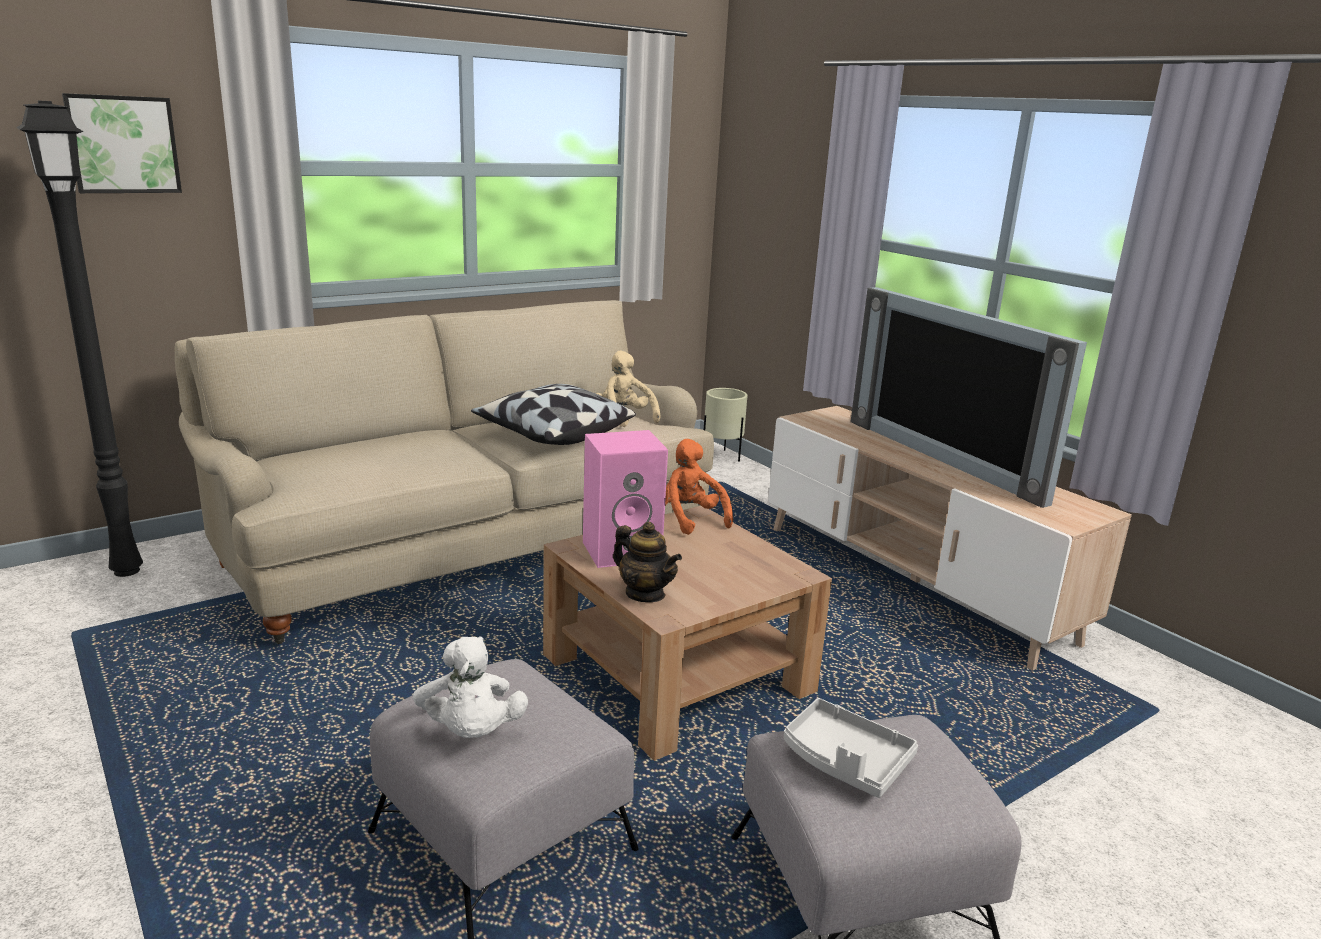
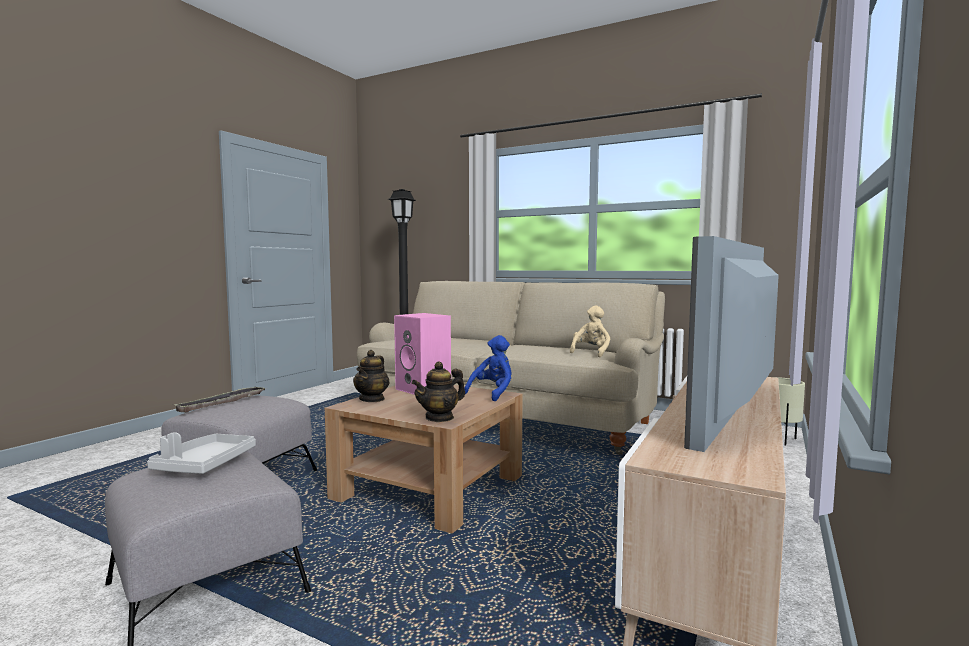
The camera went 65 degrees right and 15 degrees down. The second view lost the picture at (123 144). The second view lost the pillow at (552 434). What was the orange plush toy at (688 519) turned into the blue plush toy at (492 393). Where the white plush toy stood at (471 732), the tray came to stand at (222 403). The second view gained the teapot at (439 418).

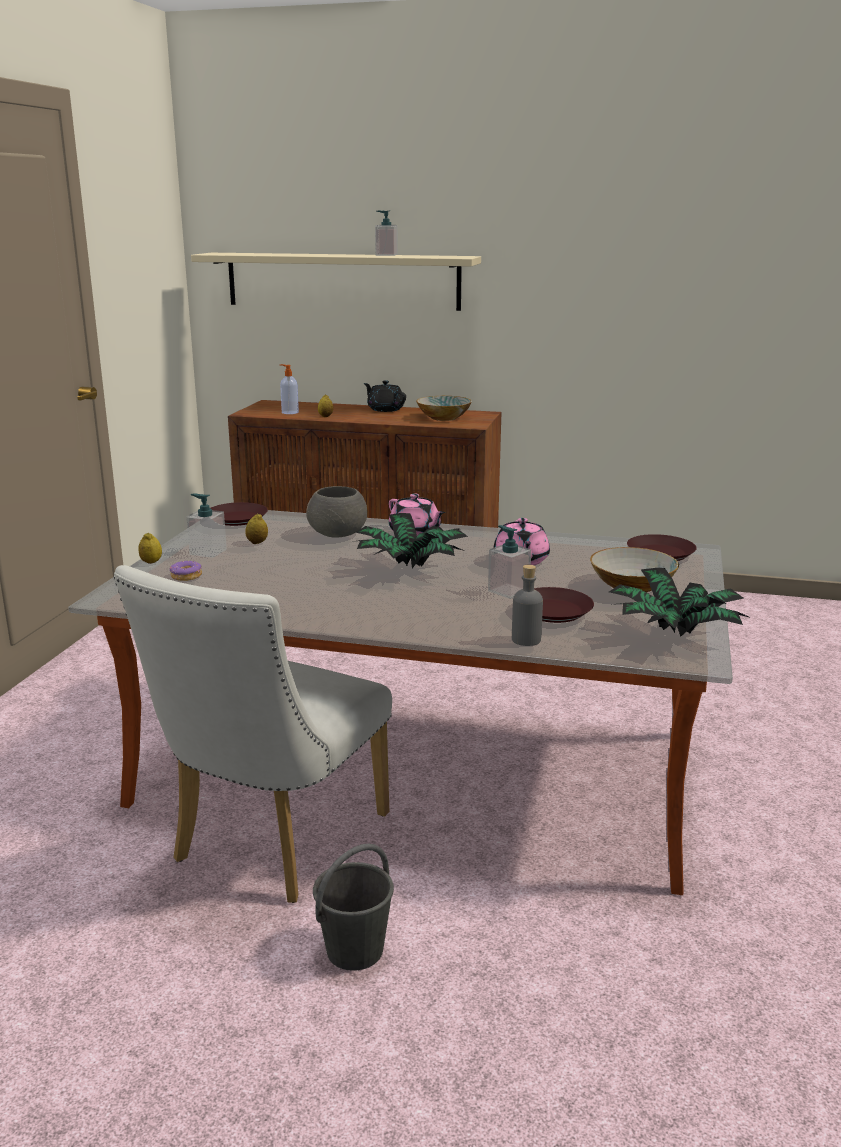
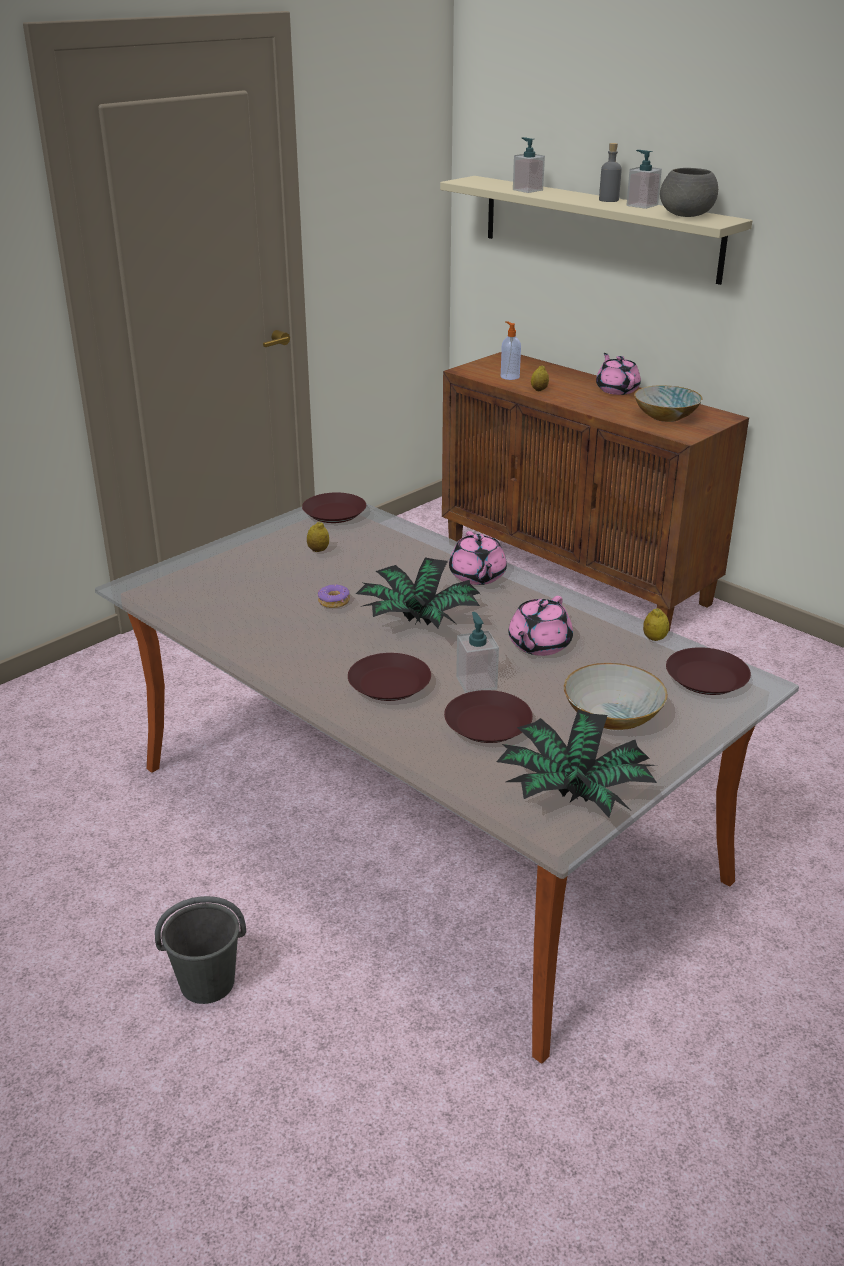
The camera went 30 degrees right and 10 degrees up. What was the black teapot at (385 409) turned into the pink teapot at (617 389). The grey bowl ended up elsewhere, having gone from (338 534) to (687 215). The soap dispenser ended up elsewhere, having gone from (208 552) to (527 190). The lemon ended up elsewhere, having gone from (151 562) to (654 638). The donut ended up elsewhere, having gone from (186 576) to (334 602). The second view lost the white chair at (271 845). The grey bottle ended up elsewhere, having gone from (526 640) to (608 200). The second view gained the brown plate at (390 684).

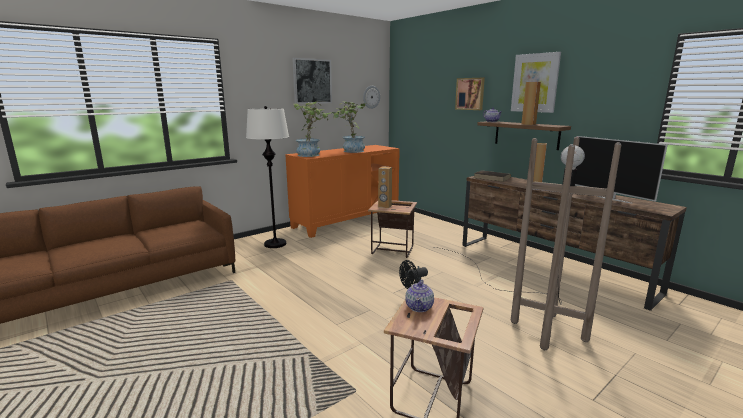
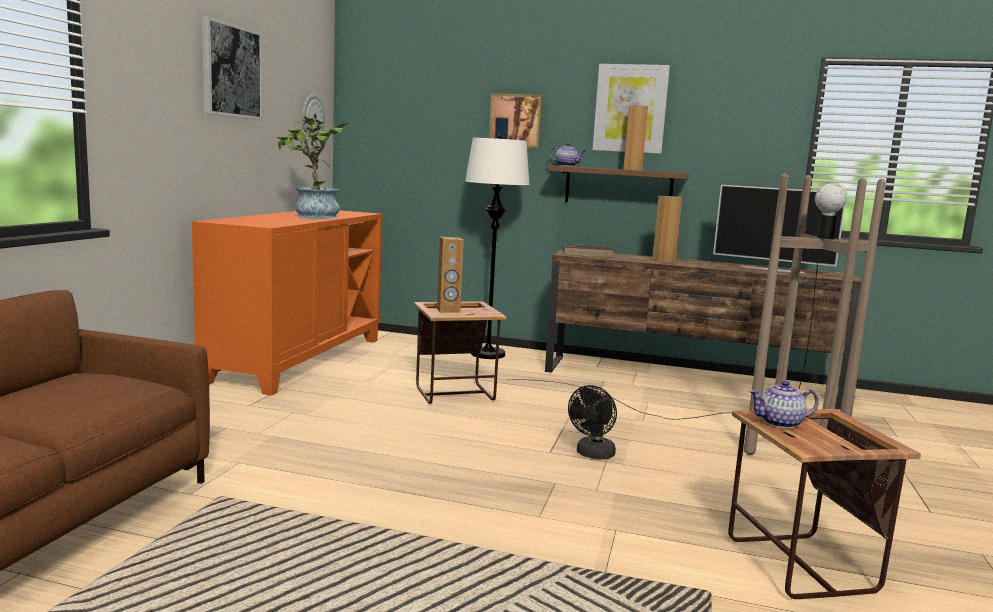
The camera went 35 degrees left and 5 degrees down. The second view lost the potted plant at (312 154). The white floor lamp ended up elsewhere, having gone from (275 244) to (488 354). The teapot at (419 307) ended up facing another way, 105 degrees clockwise from before.

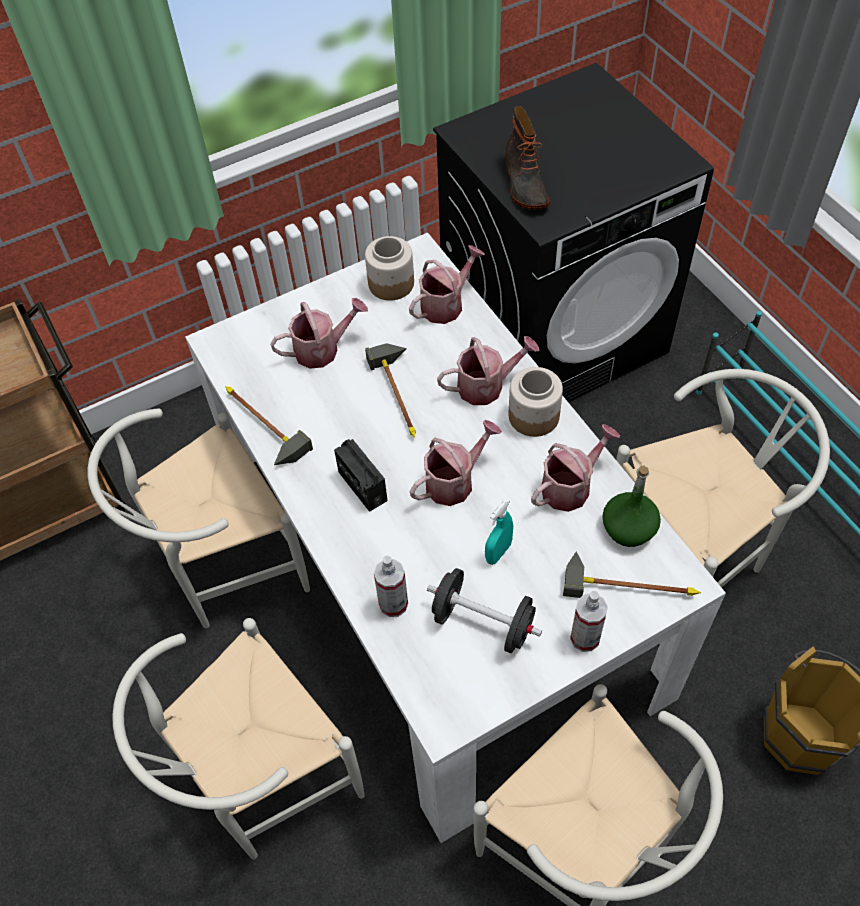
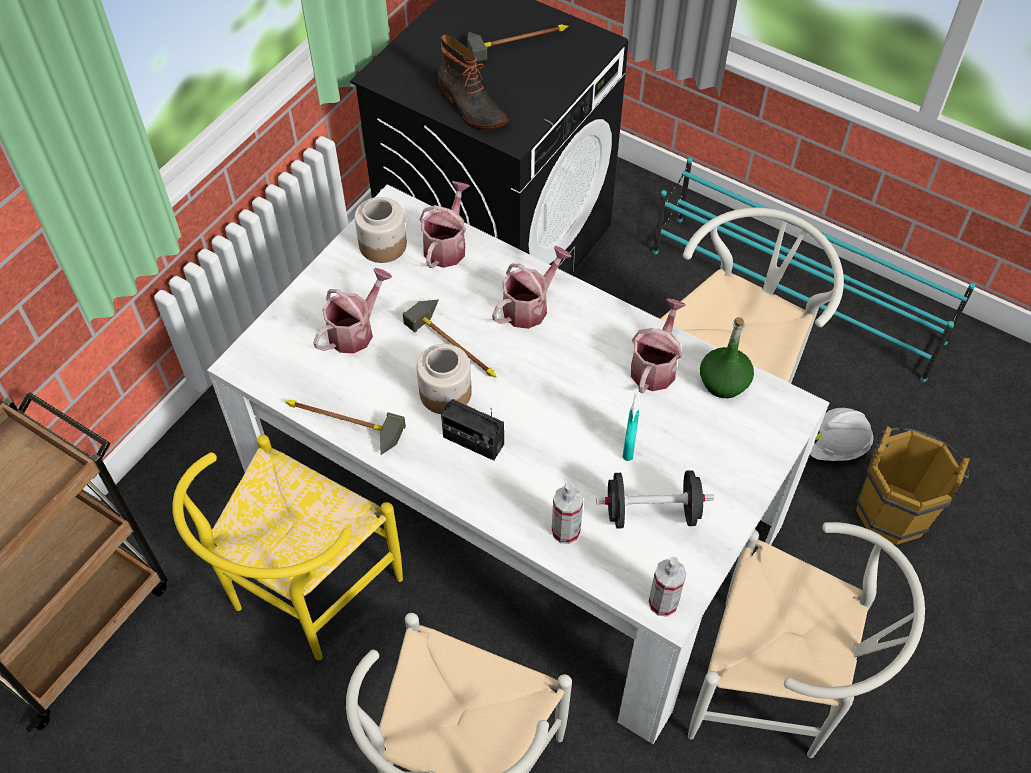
The camera went 30 degrees left and 0 degrees up. The jar ended up elsewhere, having gone from (533 416) to (445 393). What was the white chair at (223 569) turned into the yellow chair at (304 597). The second view lost the watering can at (455 481). The hammer ended up elsewhere, having gone from (631 582) to (517 39). The spray bottle ended up elsewhere, having gone from (585 638) to (663 602). The second view gained the white hard hat at (834 445).

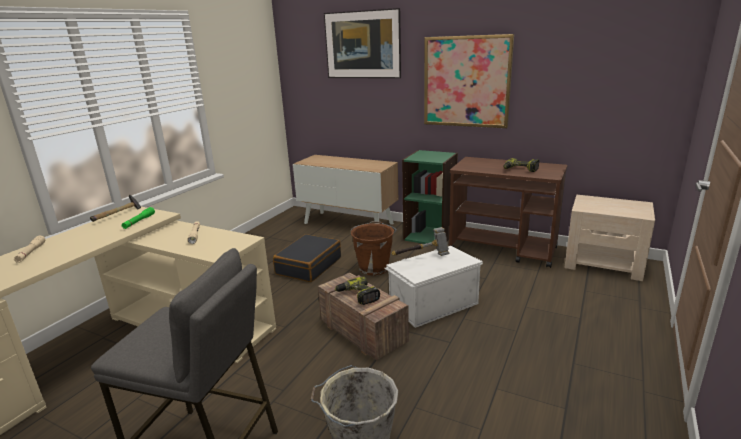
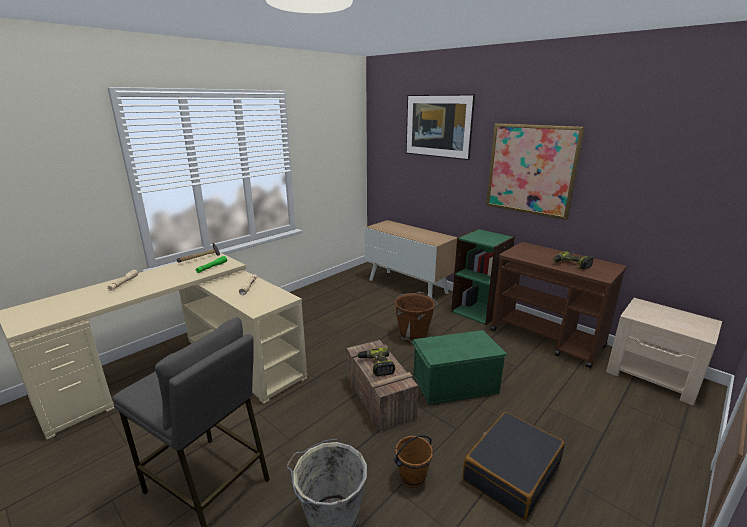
The camera went 15 degrees right and 0 degrees up. The second view lost the hammer at (422 256). The black suitcase ended up elsewhere, having gone from (308 266) to (511 471). What was the white storage box at (432 304) turned into the green storage box at (454 383). The second view gained the brown bucket at (412 477).

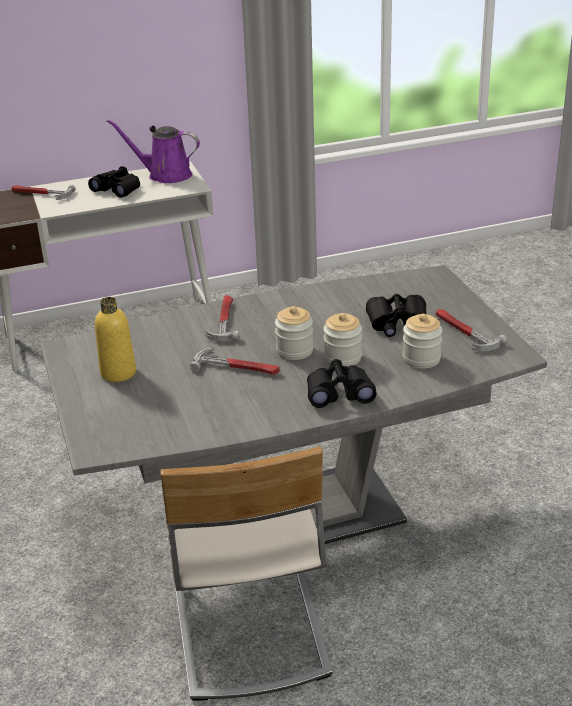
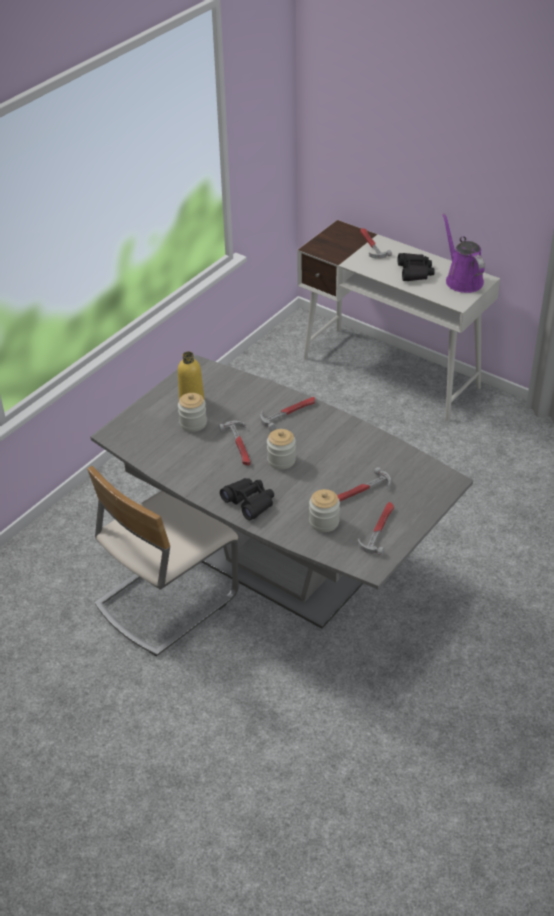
The camera went 55 degrees right and 10 degrees up. Where the black binoculars stood at (397 323), the hammer came to stand at (360 491). The jar ended up elsewhere, having gone from (342 358) to (193 423).

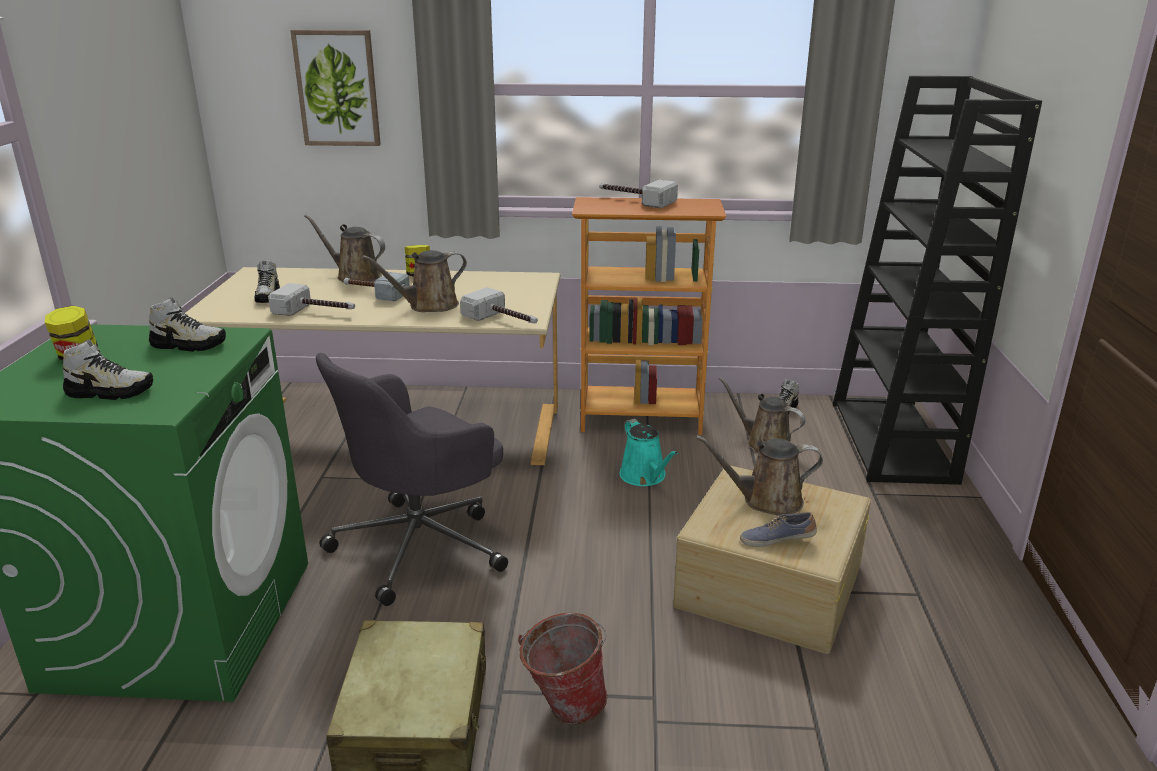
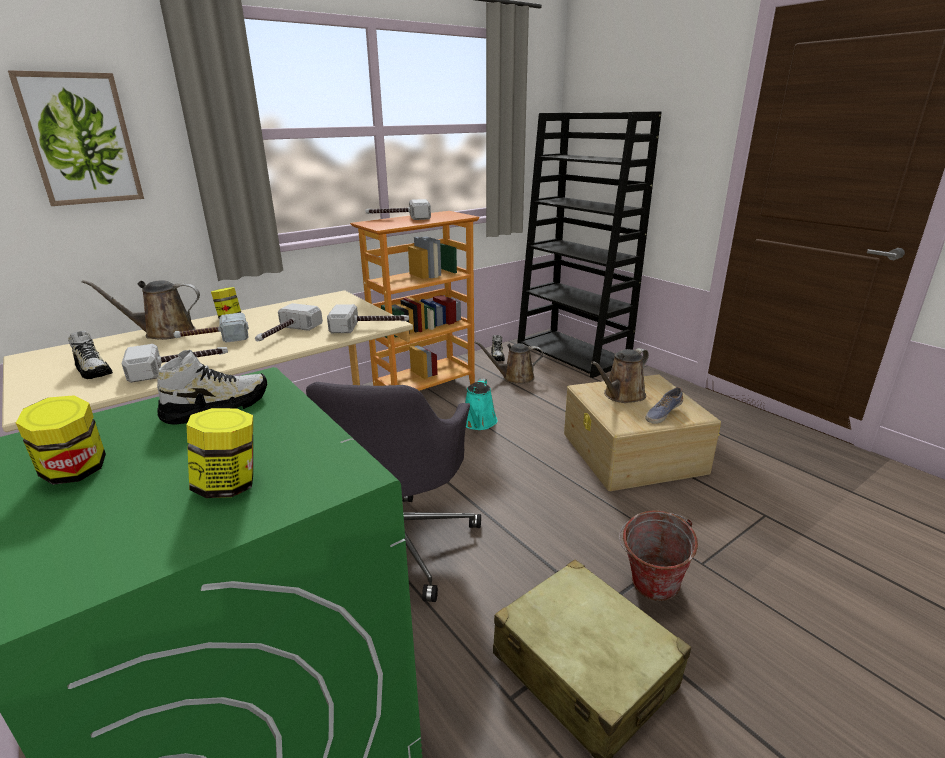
The camera went 40 degrees left and 0 degrees up. Where the brown watering can stood at (429 306), the hammer came to stand at (285 334). Where the shoe stood at (110 392), the jar came to stand at (229 485). The turquoise watering can at (645 476) ended up facing another way, 75 degrees clockwise from before.

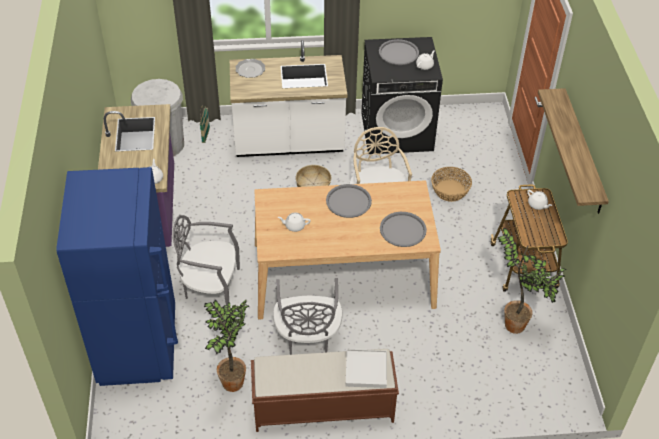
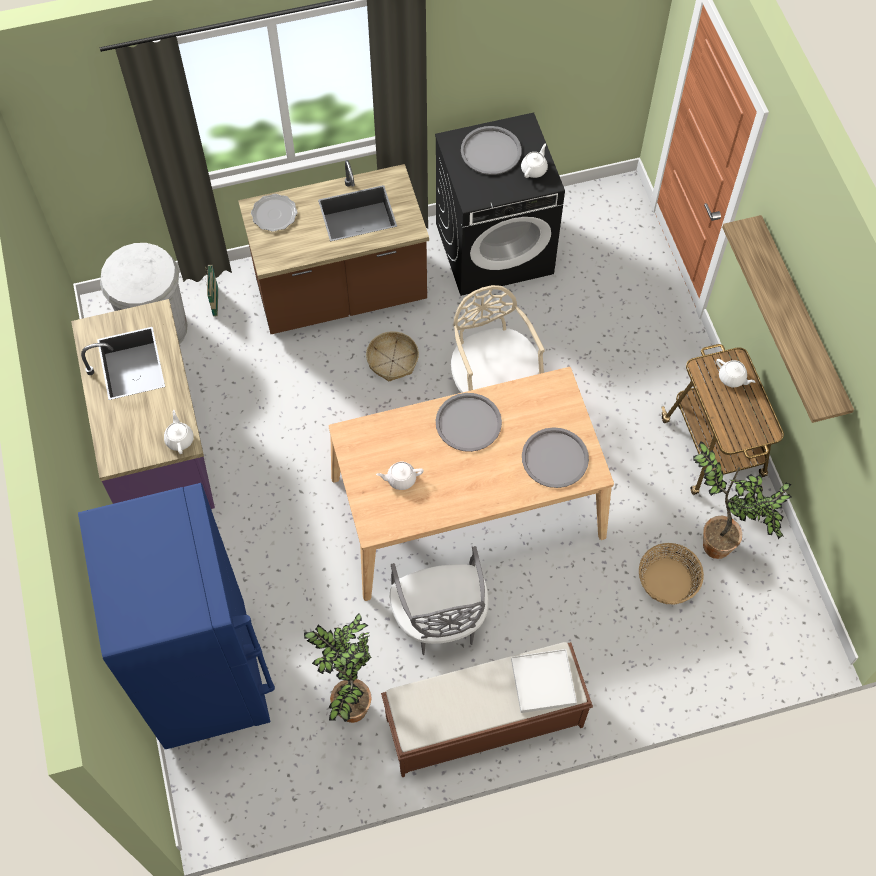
The camera went 10 degrees left and 15 degrees up. What was the white counter at (289 142) turned into the brown counter at (341 294). The basket ended up elsewhere, having gone from (450 190) to (667 580). The second view lost the grey chair at (211 287).

